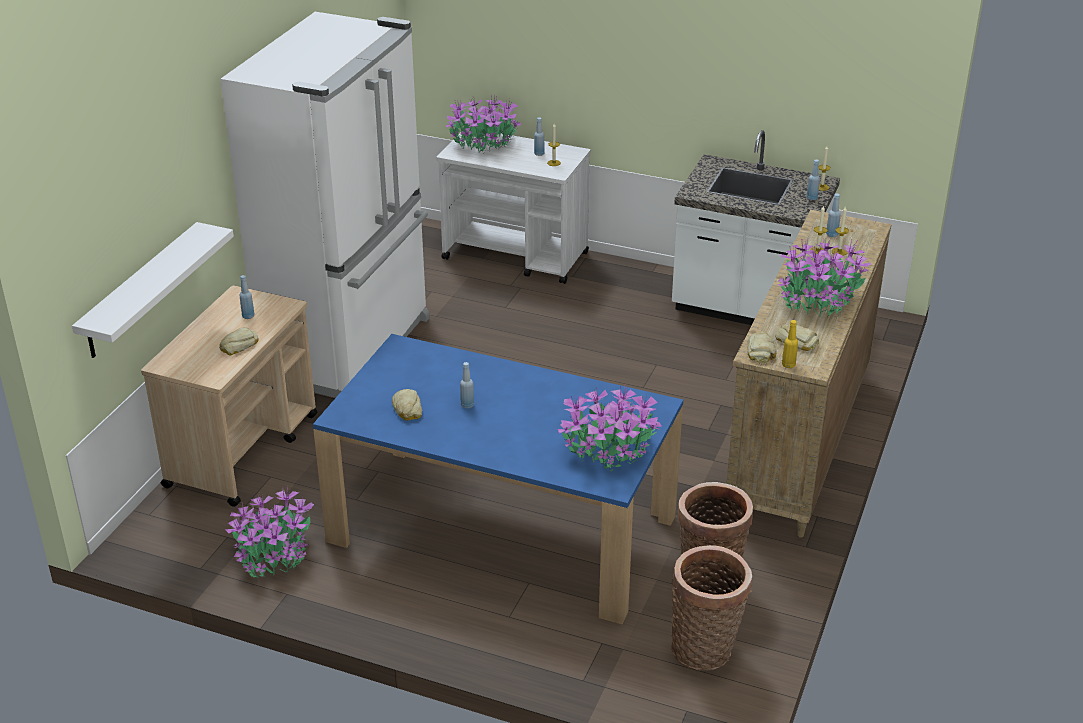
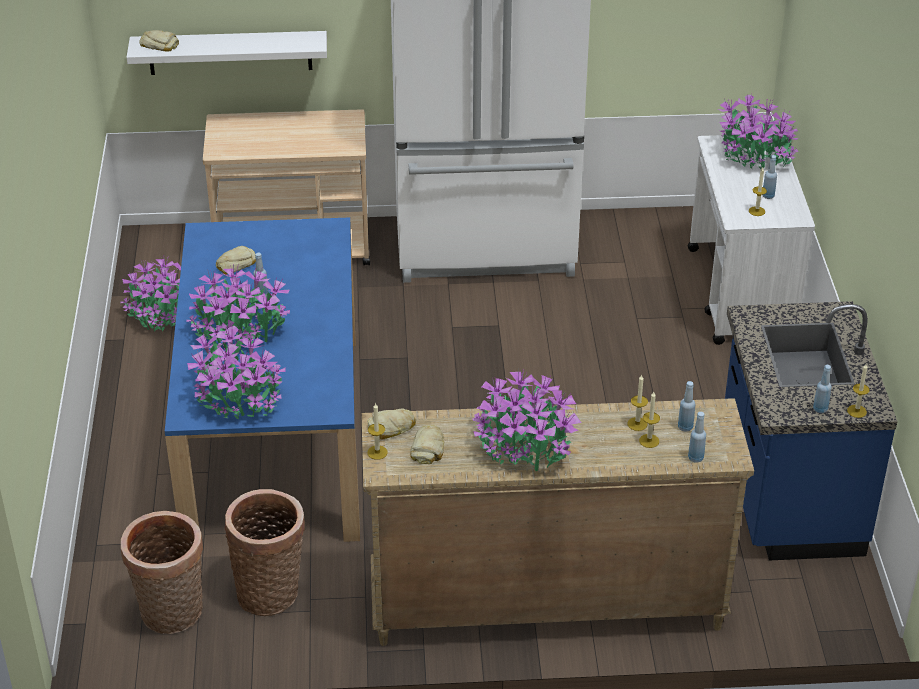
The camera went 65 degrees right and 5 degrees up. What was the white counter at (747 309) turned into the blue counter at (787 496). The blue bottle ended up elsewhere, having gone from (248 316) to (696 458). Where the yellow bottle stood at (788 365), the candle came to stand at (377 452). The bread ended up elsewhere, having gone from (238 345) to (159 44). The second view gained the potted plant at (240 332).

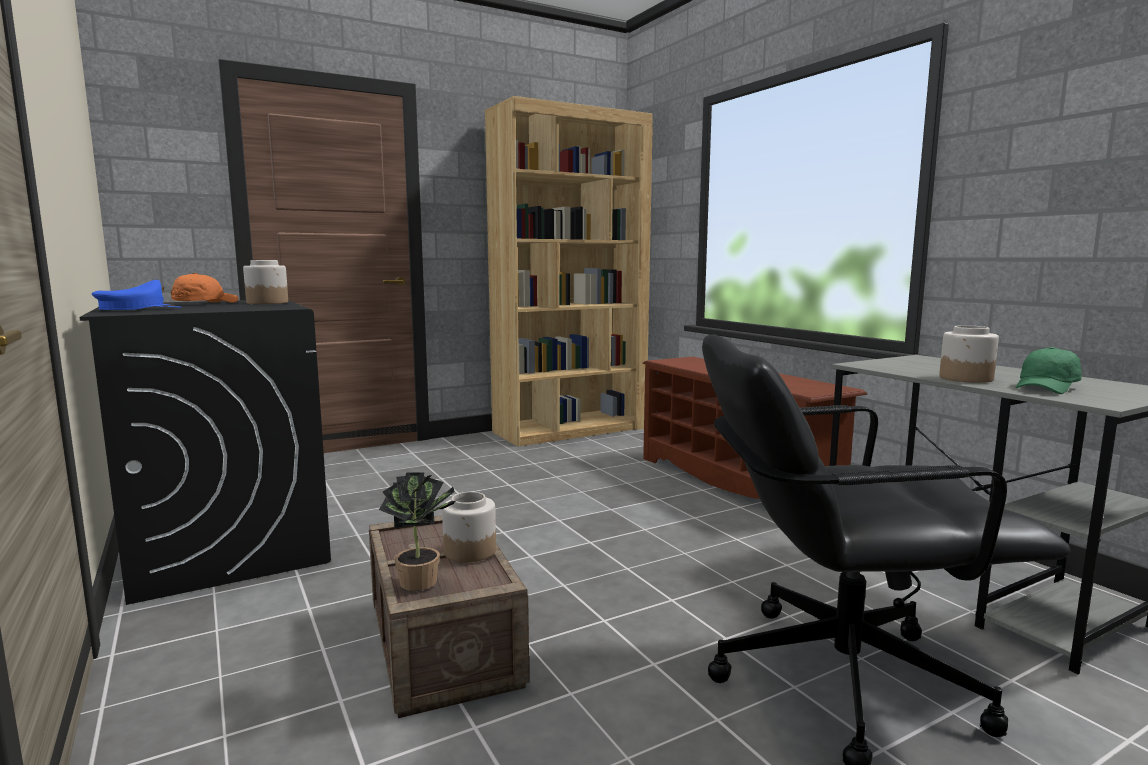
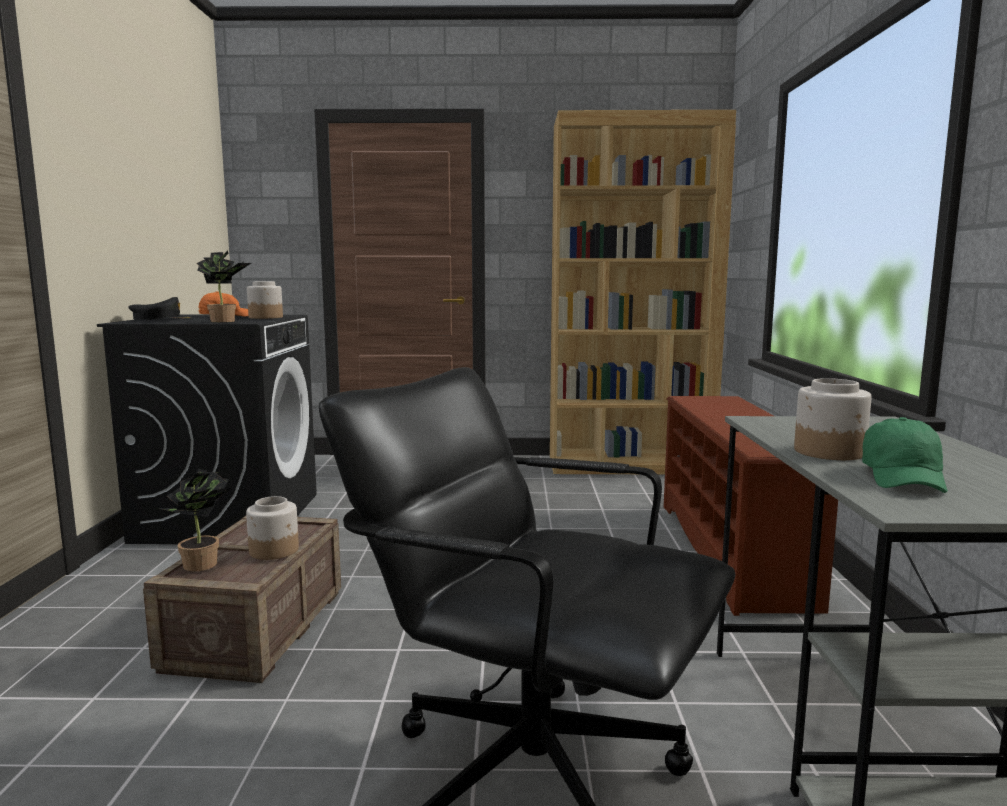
The camera went 30 degrees right and 0 degrees up. What was the blue cap at (138 309) turned into the black cap at (162 319). The green cap at (1046 387) ended up facing another way, 60 degrees counterclockwise from before. The second view gained the potted plant at (226 321).

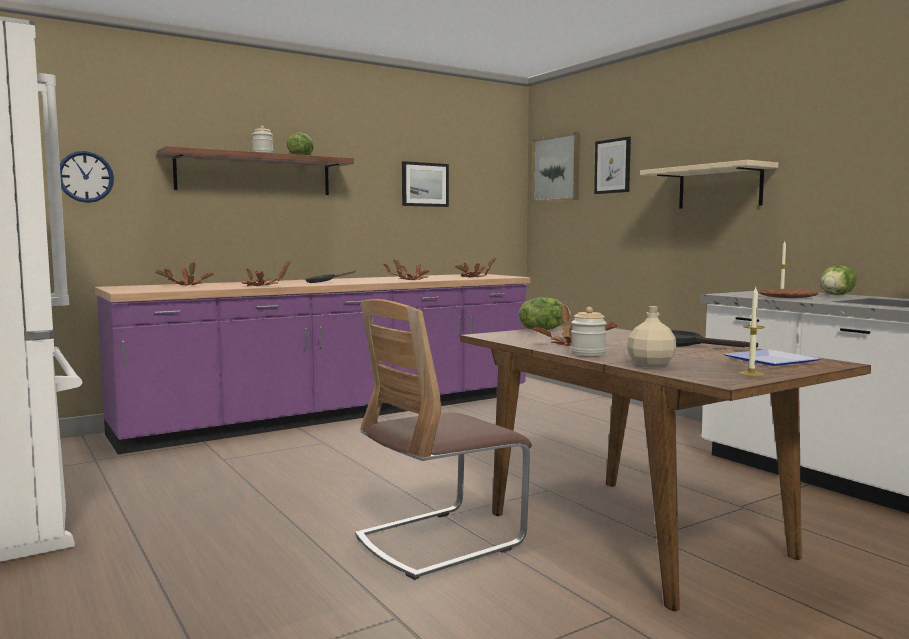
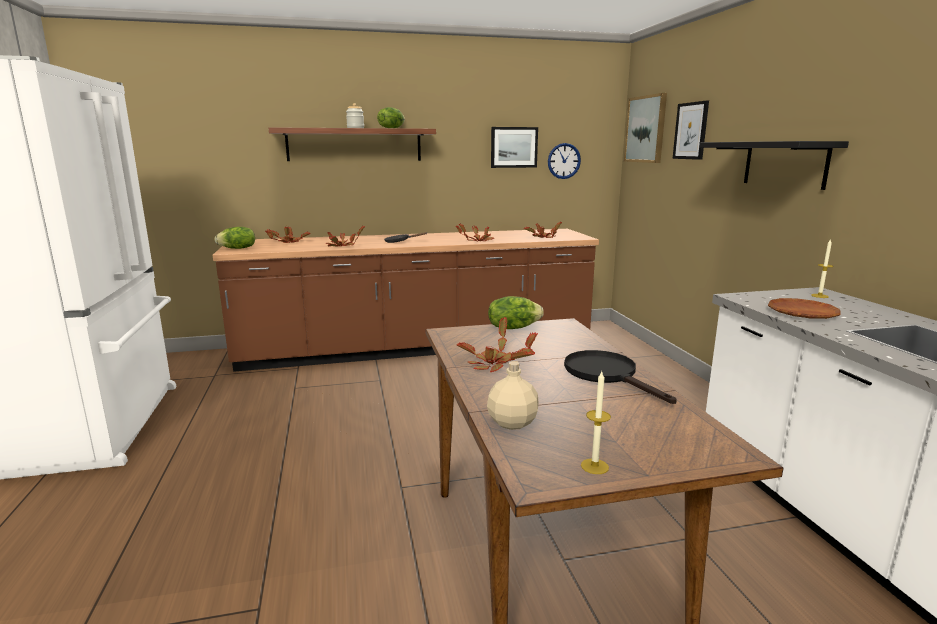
The camera went 20 degrees right and 10 degrees up. The wall clock ended up elsewhere, having gone from (85 177) to (564 161). What was the beige shelf at (719 187) turned into the black shelf at (784 164). The lettuce ended up elsewhere, having gone from (837 295) to (238 248). What was the purple counter at (337 414) turned into the brown counter at (417 348). The second view lost the chair at (439 541). The second view lost the jar at (588 354). The second view lost the plate at (774 361).

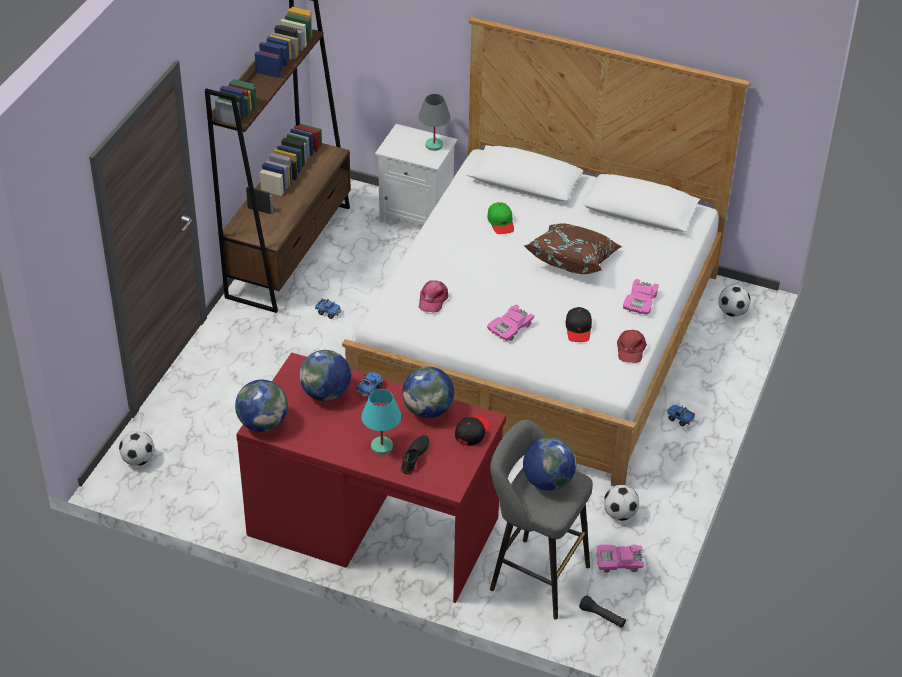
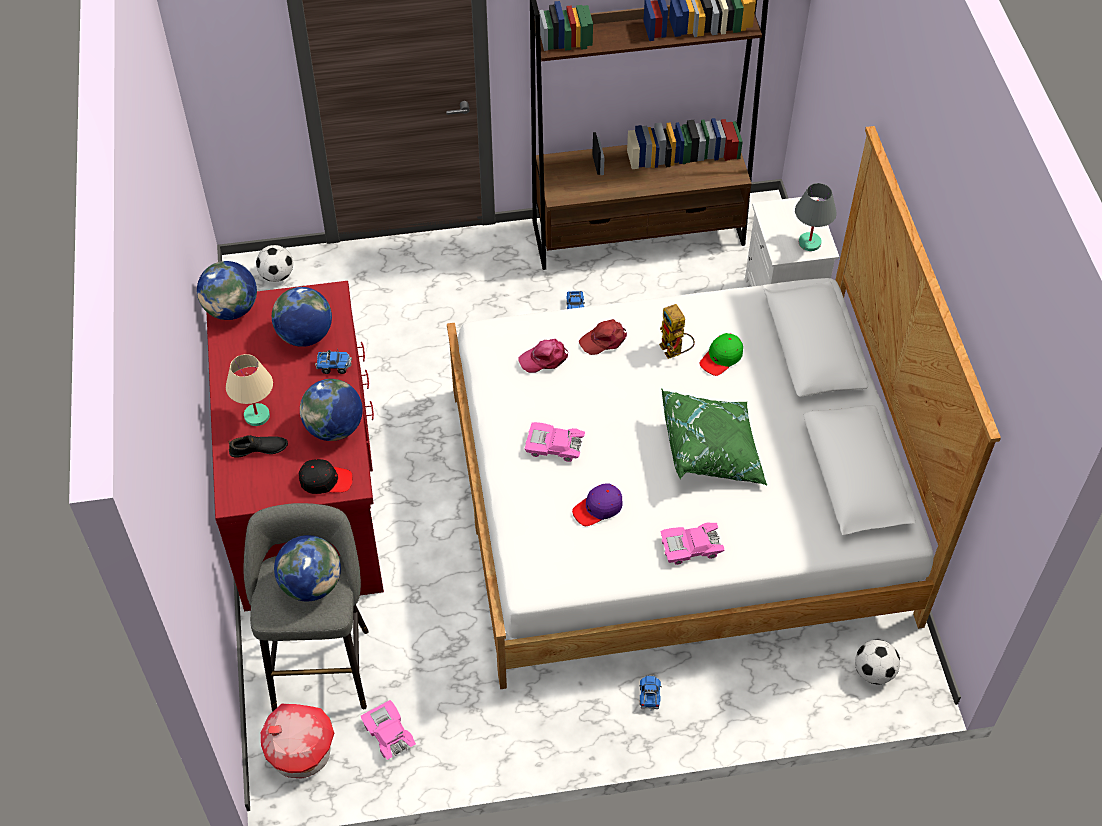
The camera went 60 degrees right and 10 degrees up. What was the brown pillow at (573 260) turned into the green pillow at (712 451). What was the black cap at (578 329) turned into the purple cap at (598 508). The red cap ended up elsewhere, having gone from (630 349) to (604 340). What was the turquoise table lamp at (381 446) turned into the beige table lamp at (257 415). The second view lost the football at (620 514). Where the black flashlight stood at (602 617), the toy house came to stand at (300 754). The second view gained the toy robot at (674 352).

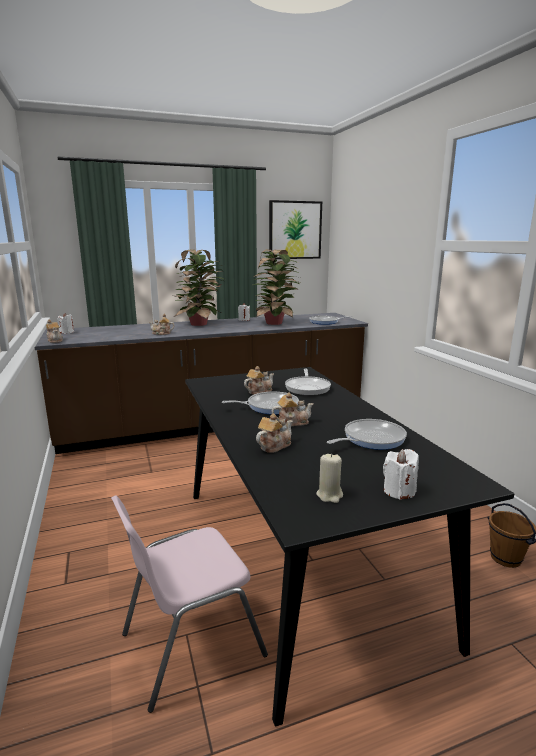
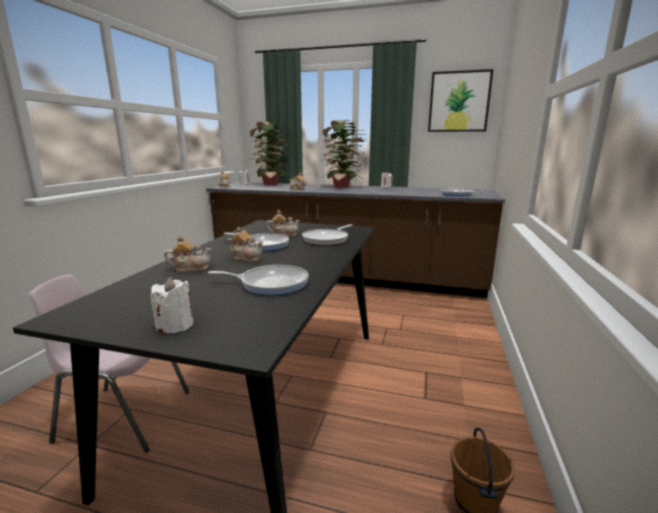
The camera went 35 degrees right and 0 degrees up. The potted plant ended up elsewhere, having gone from (275 323) to (272 184). The second view lost the beige candle at (329 495).

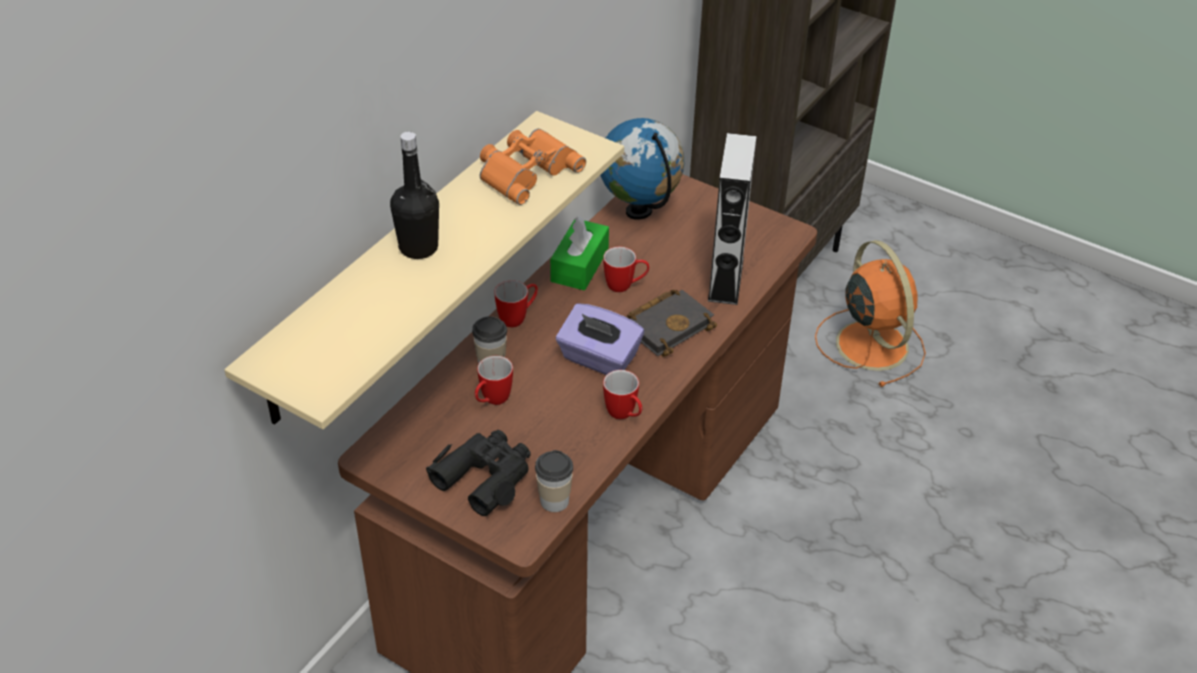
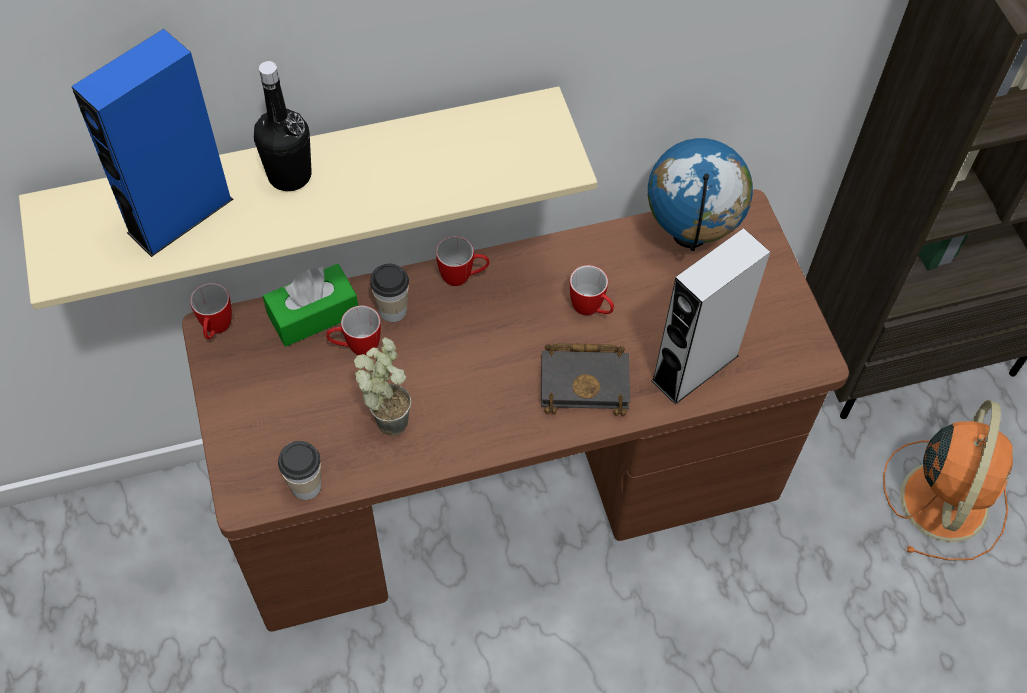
The camera went 40 degrees right and 15 degrees up. The second view lost the orange binoculars at (526 170). The green tissue box ended up elsewhere, having gone from (579 265) to (313 314). The second view lost the purple tissue box at (598 358). The mug ended up elsewhere, having gone from (624 415) to (216 330). The second view lost the black binoculars at (485 476). The second view gained the blue speaker at (180 216). The second view gained the potted plant at (388 415).

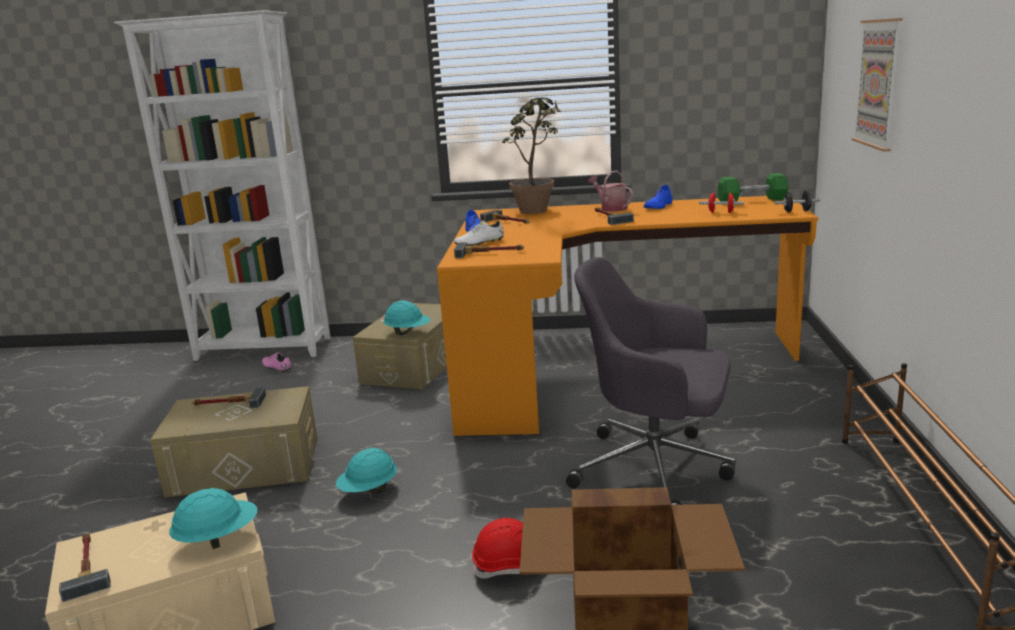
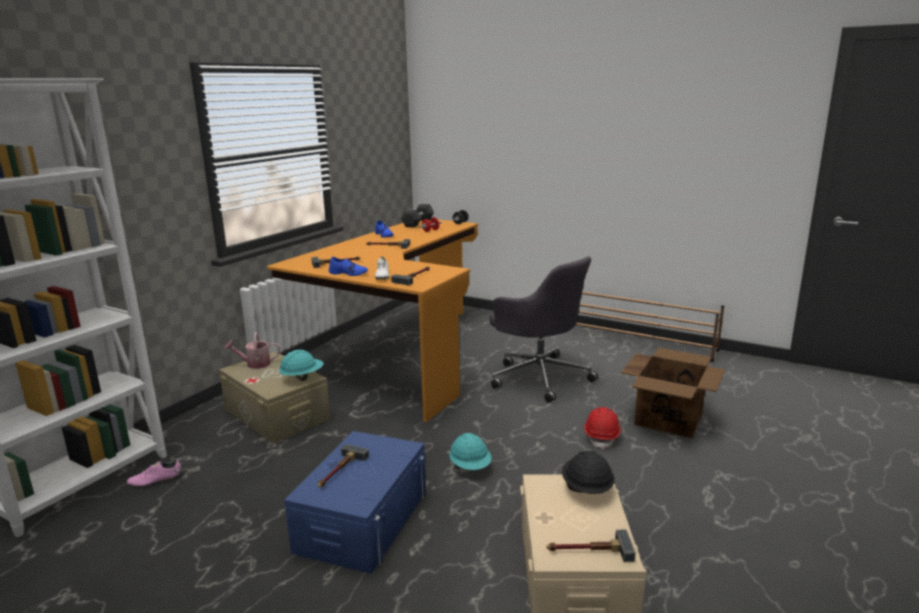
The camera went 65 degrees left and 0 degrees up. The second view lost the picture at (878 83). The second view lost the potted plant at (537 212). The watering can ended up elsewhere, having gone from (611 208) to (255 364). What was the green dumbbell at (752 200) turned into the grey dumbbell at (418 223). The grey office chair at (656 469) ended up facing another way, 90 degrees counterclockwise from before. What was the beige storage box at (245 466) turned into the blue storage box at (363 520). What was the turquoise hard hat at (218 539) turned into the black hard hat at (586 489).

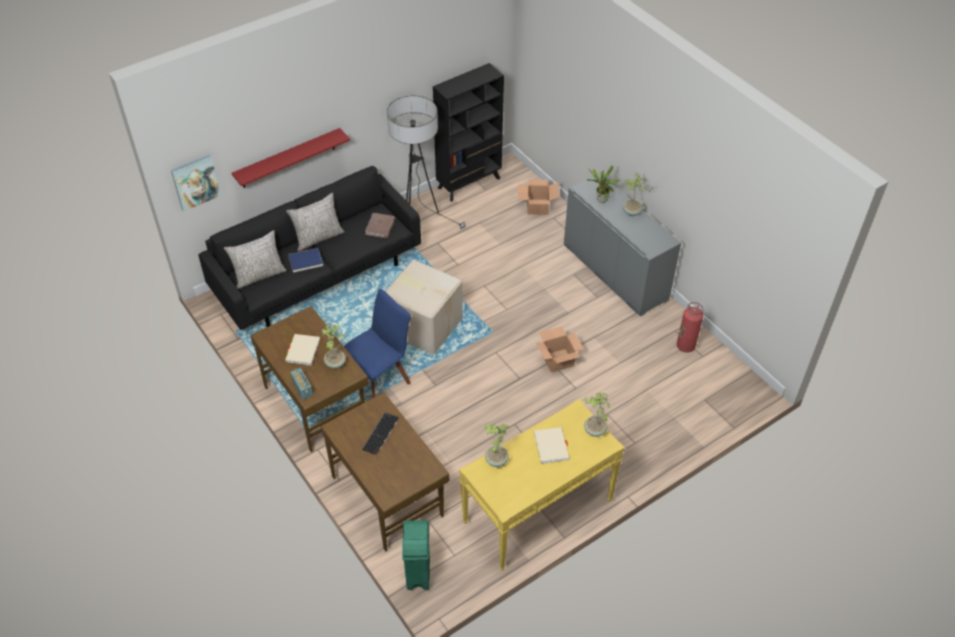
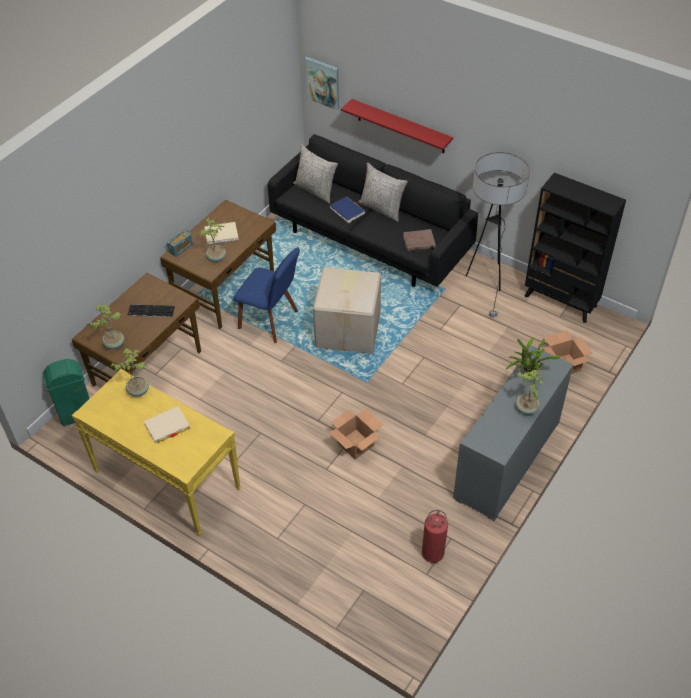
The camera went 70 degrees right and 0 degrees up. The potted plant ended up elsewhere, having gone from (594 430) to (114 344).

